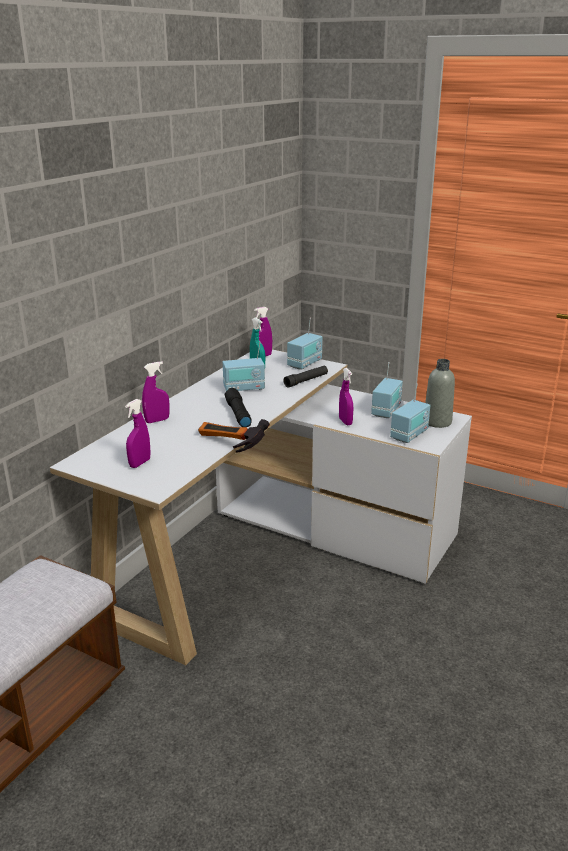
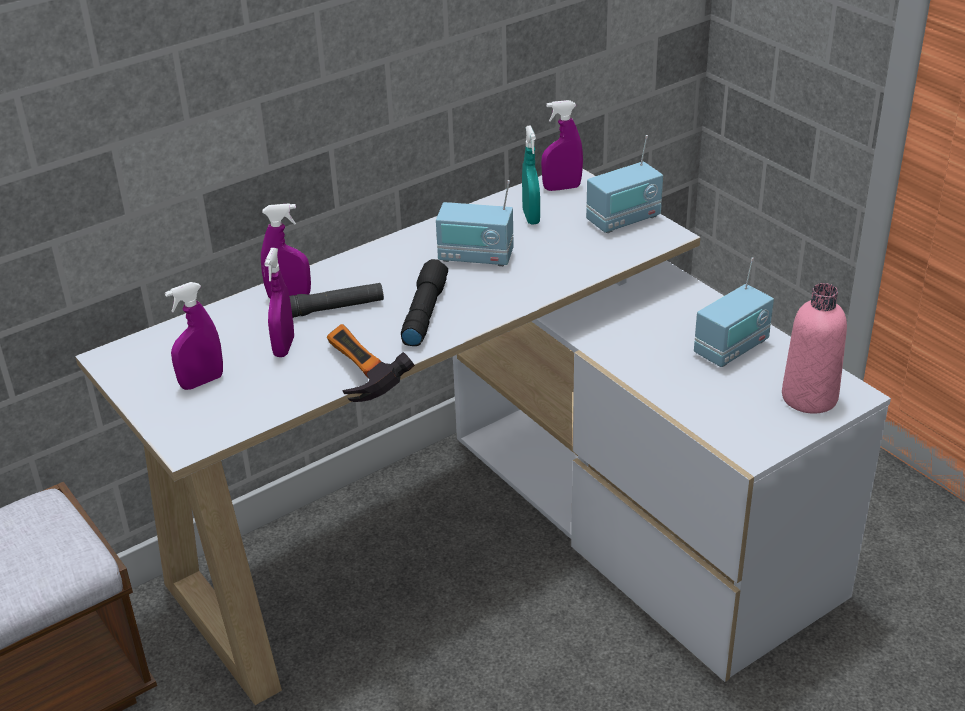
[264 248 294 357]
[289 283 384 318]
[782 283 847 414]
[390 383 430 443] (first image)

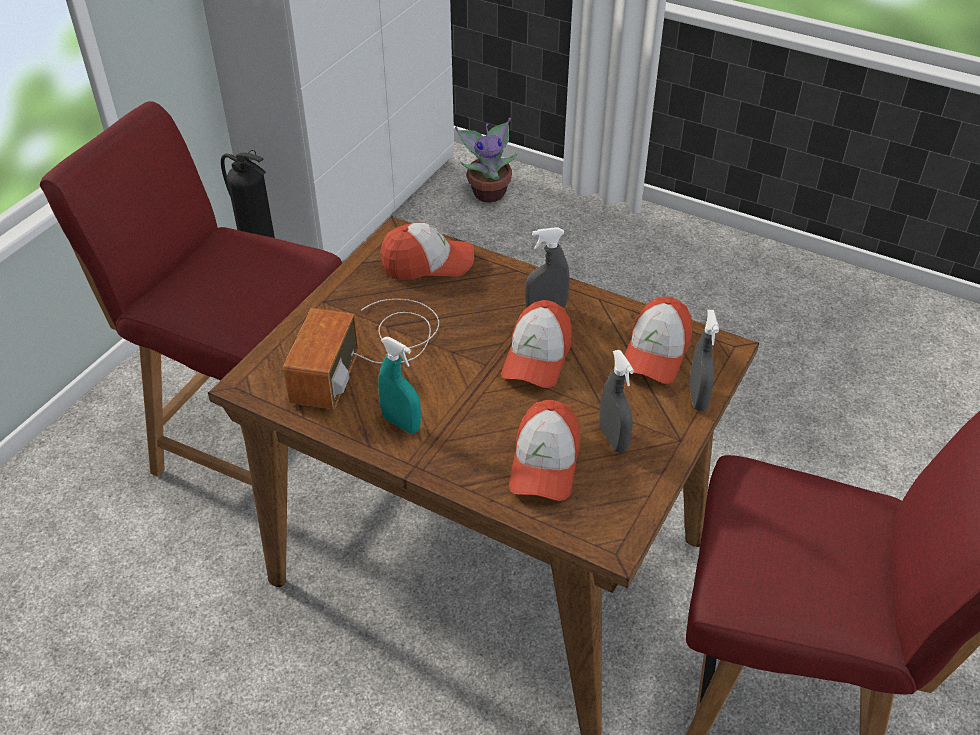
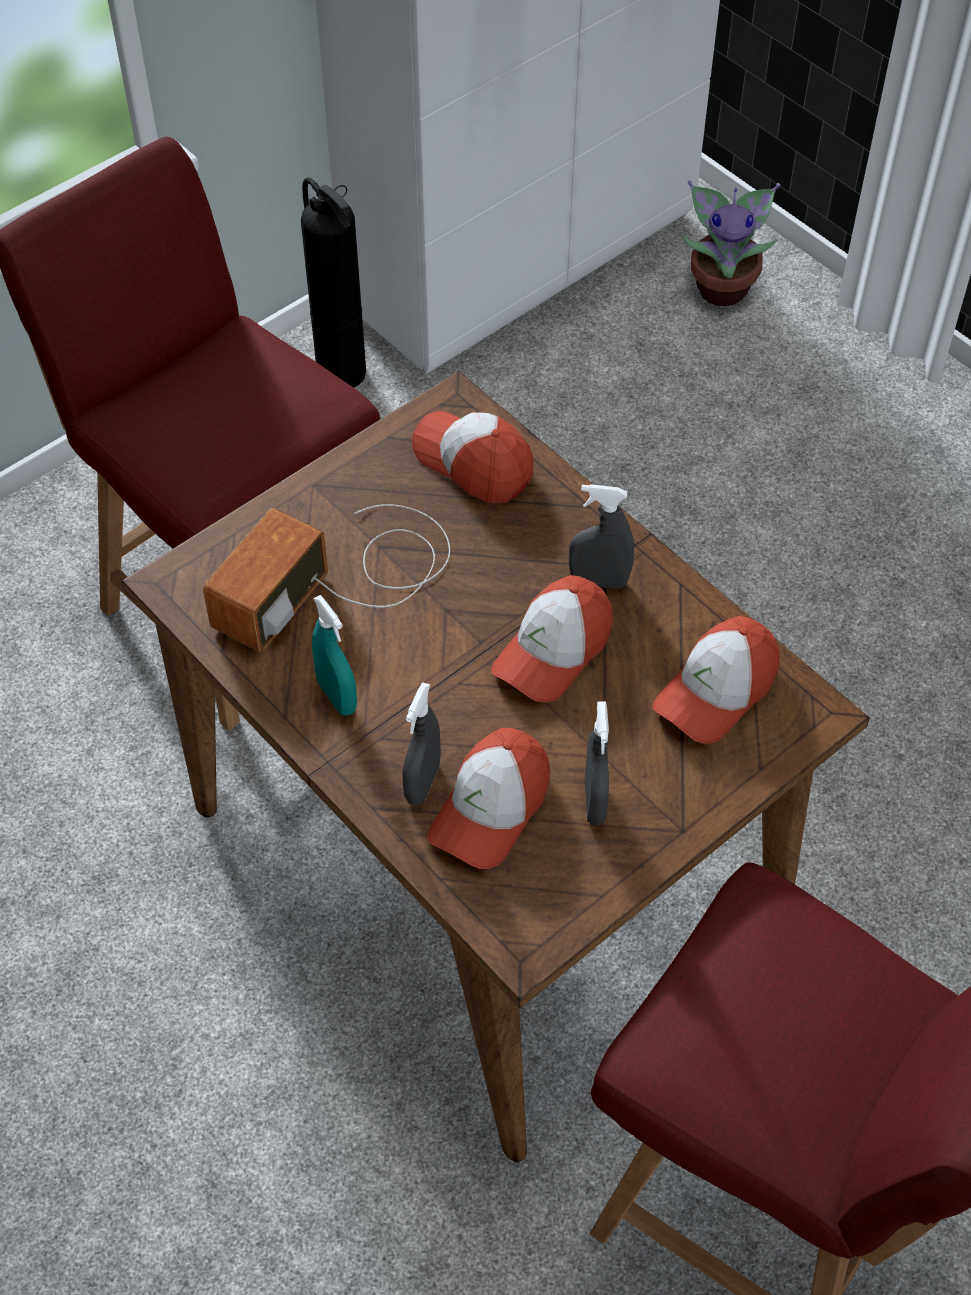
[403 682 441 806]
[412 411 534 503]

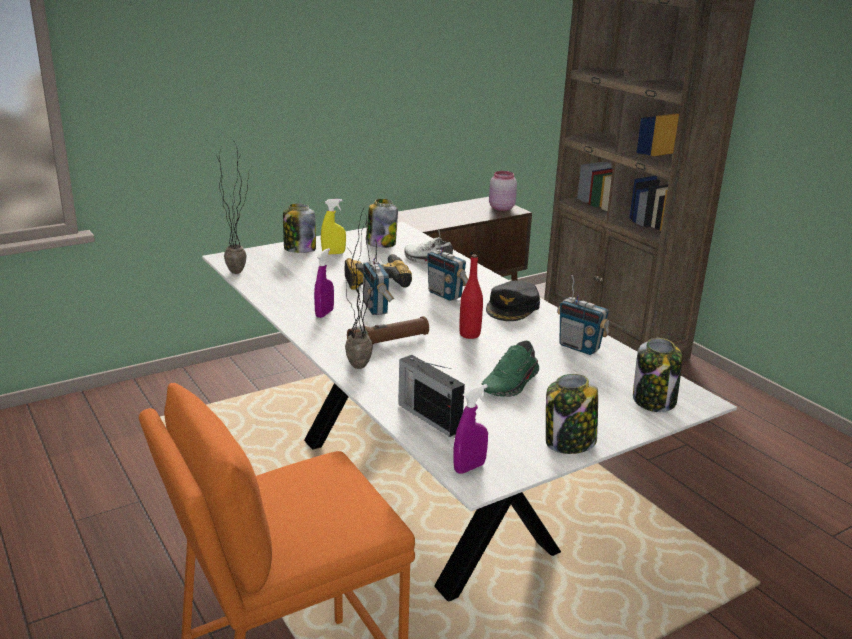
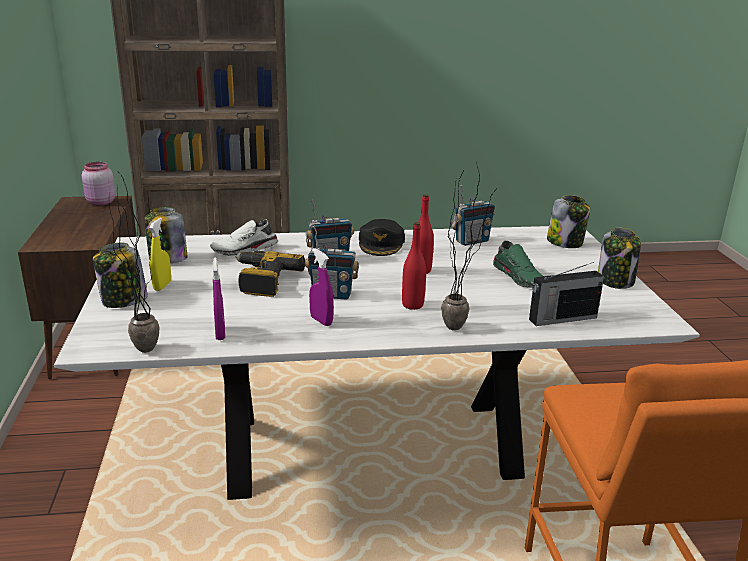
[213 258 225 340]
[359 219 405 256]
[402 222 426 310]

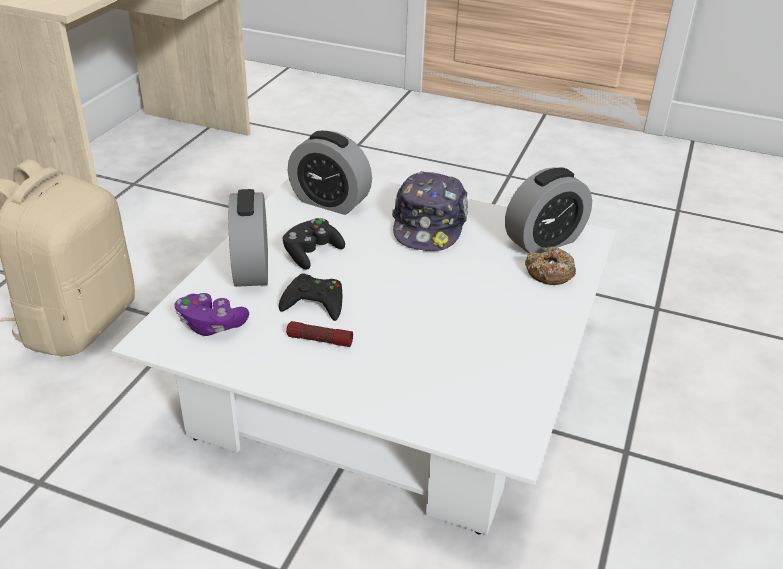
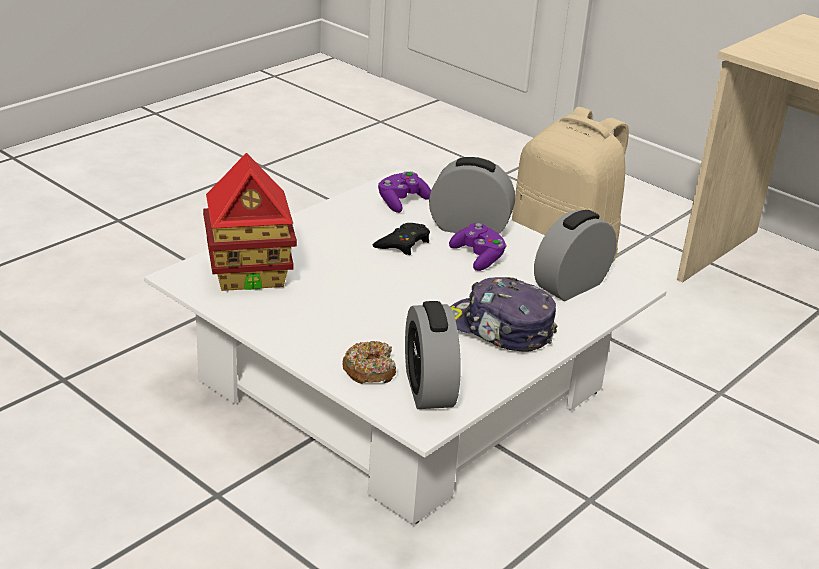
[203 153 297 291]
[449 223 507 271]
[286 321 353 347] (first image)

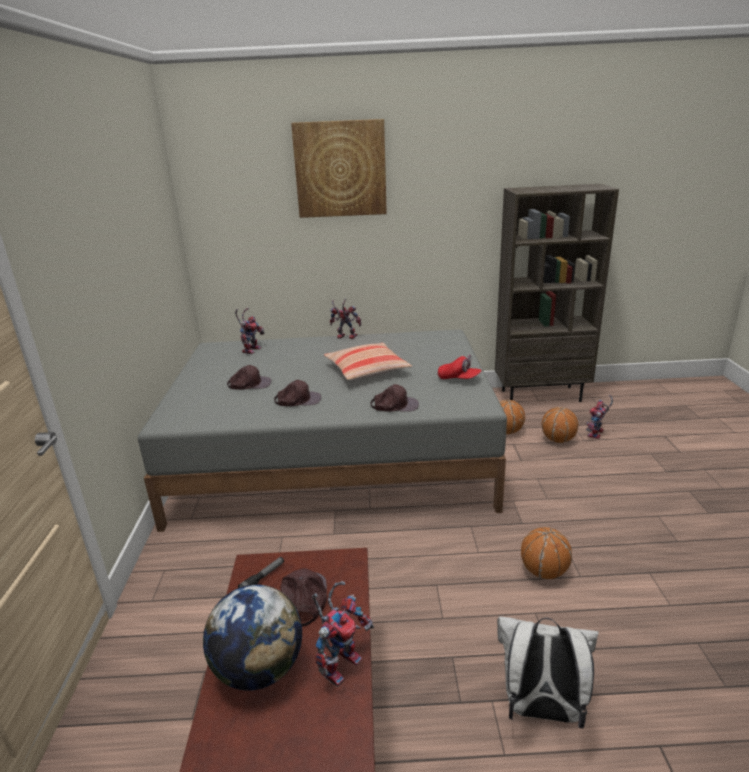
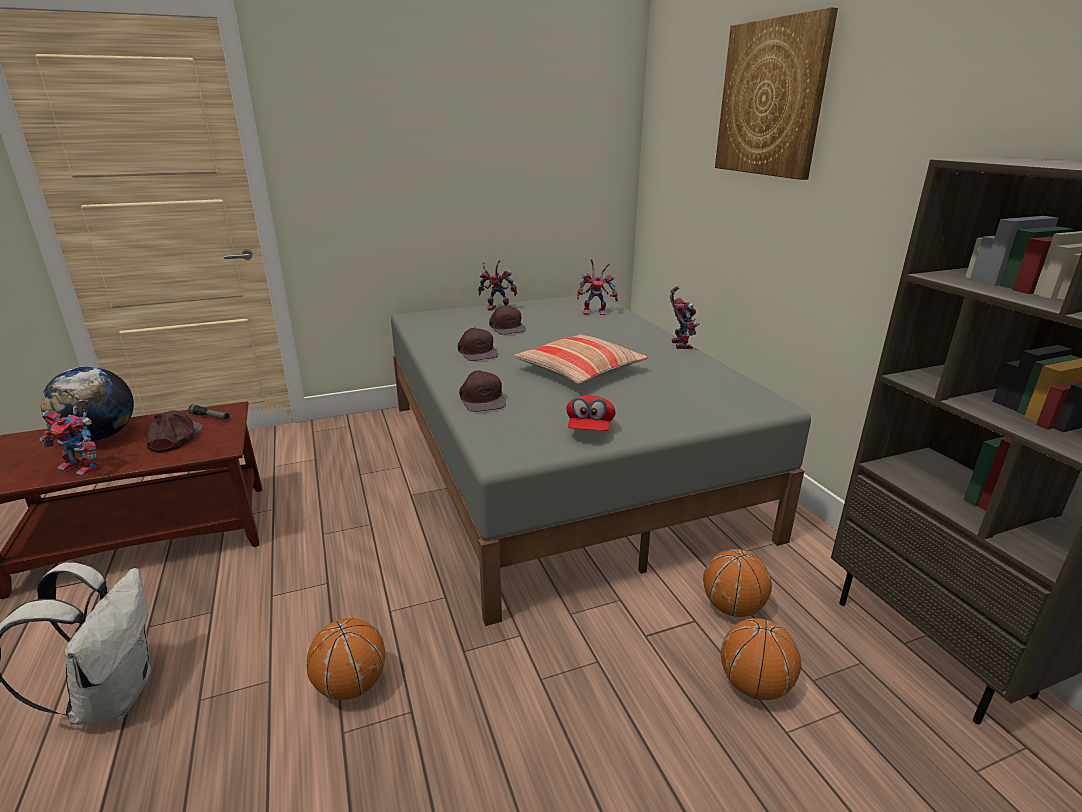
[146 410 203 453]
[478 260 517 311]

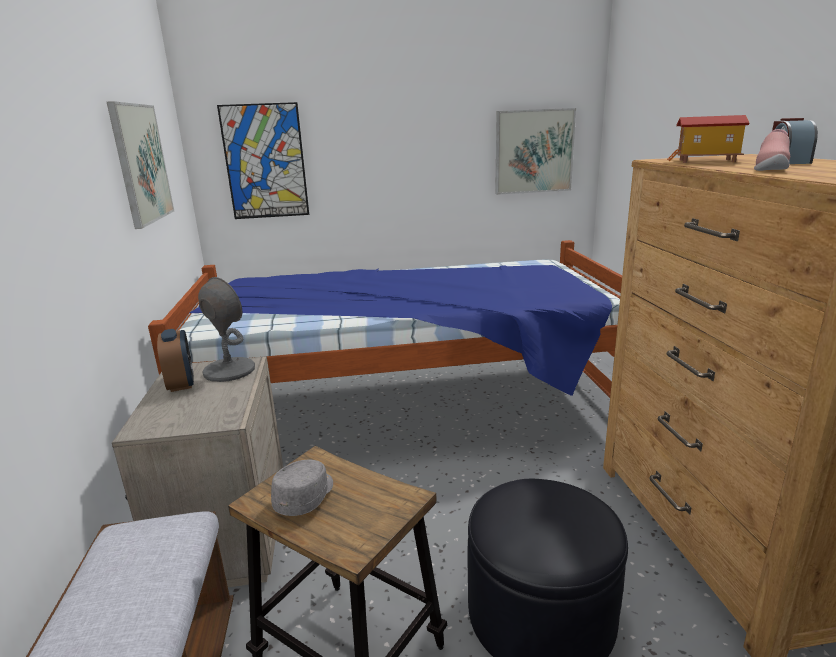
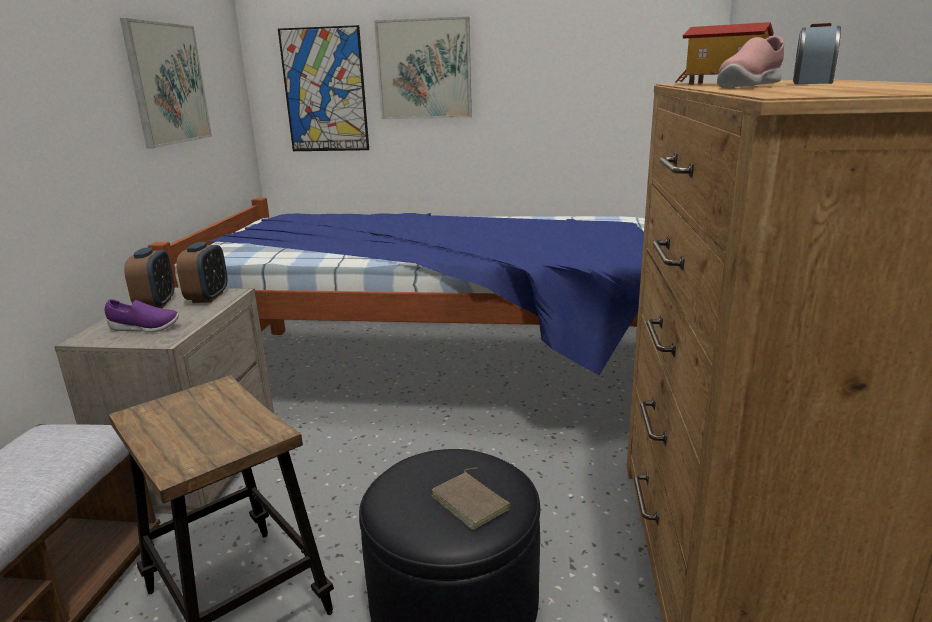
[105 299 179 332]
[176 242 227 303]
[374 17 472 119]
[431 468 510 530]
[271 460 333 516] (first image)

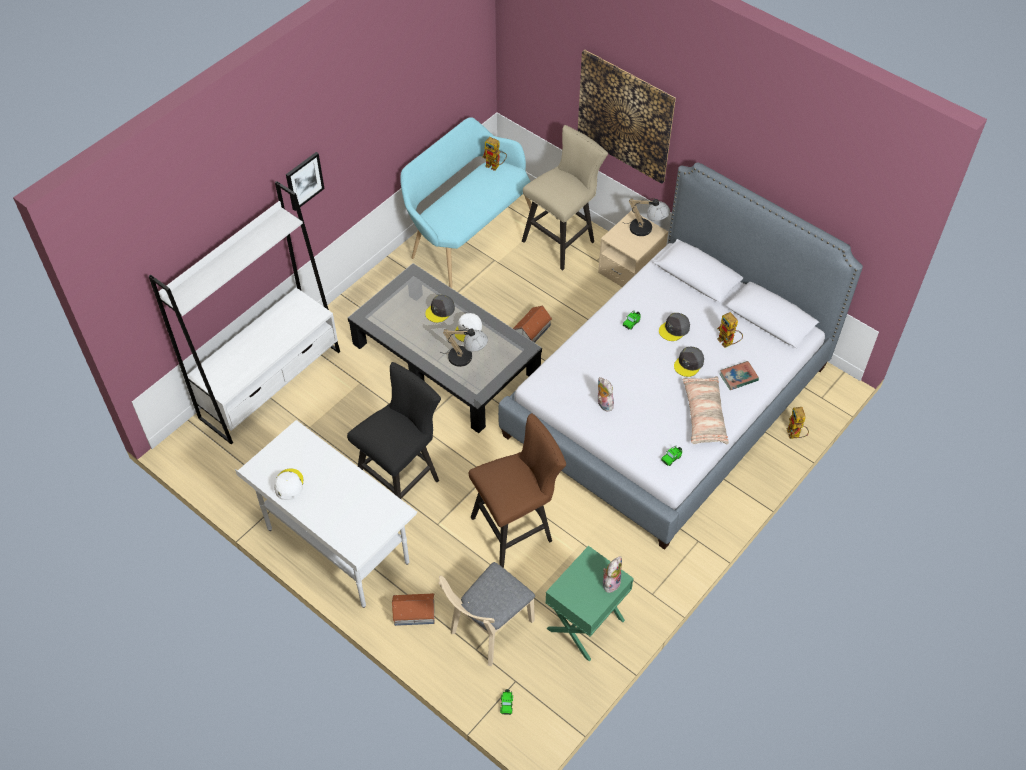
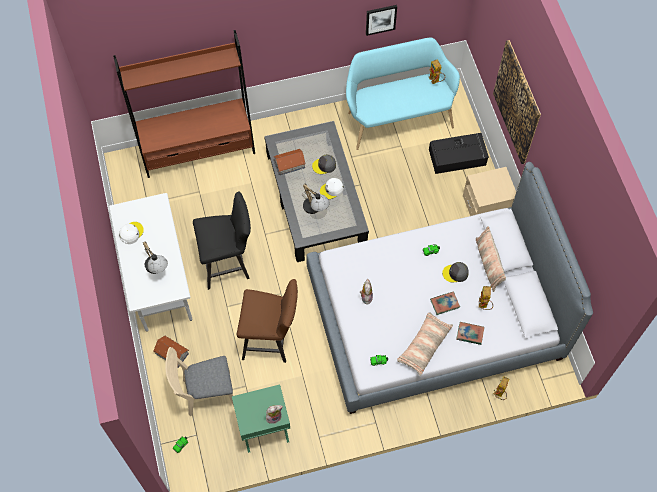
[113 30 255 178]
[143 241 168 274]
[273 149 306 175]
[366 5 397 36]
[429 133 489 174]
[430 291 460 315]
[476 226 506 292]

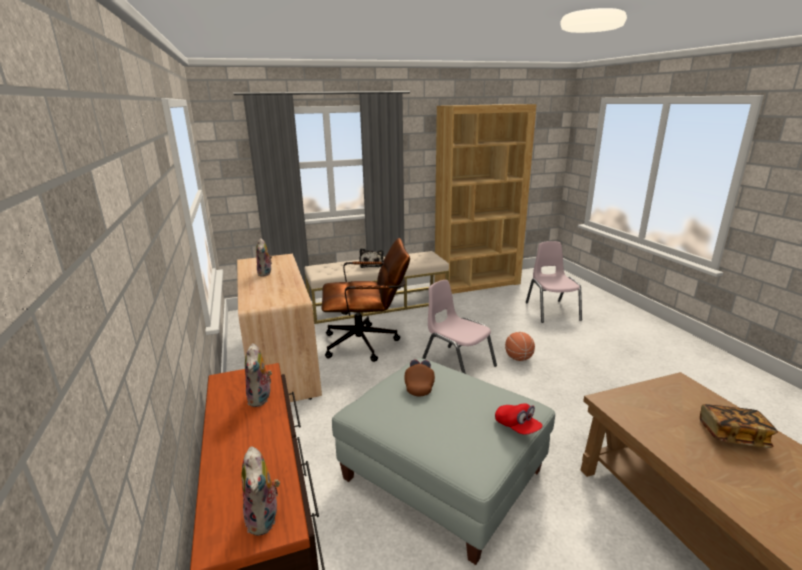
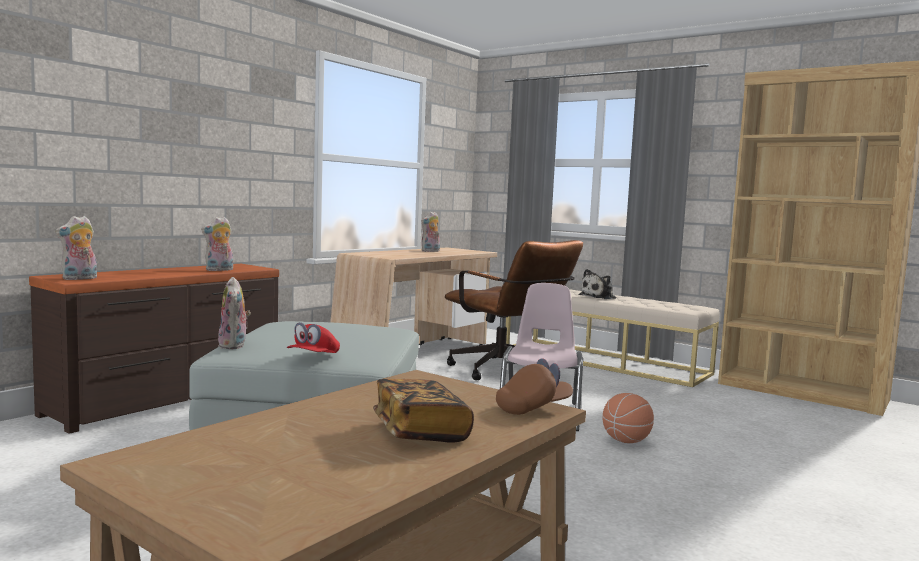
[218 277 251 349]
[496 358 573 415]
[526 241 582 323] (first image)

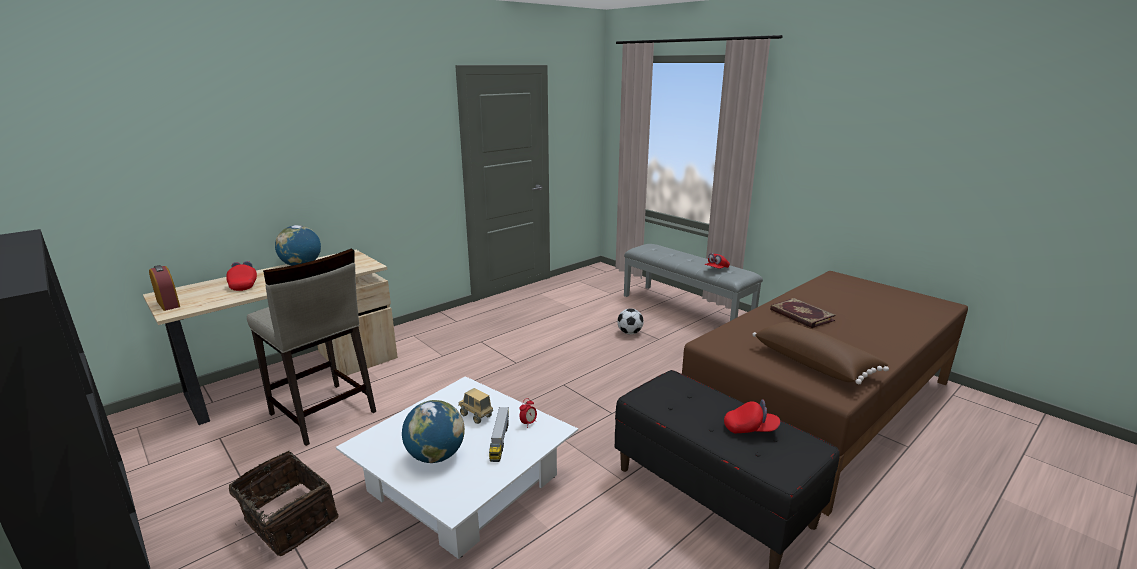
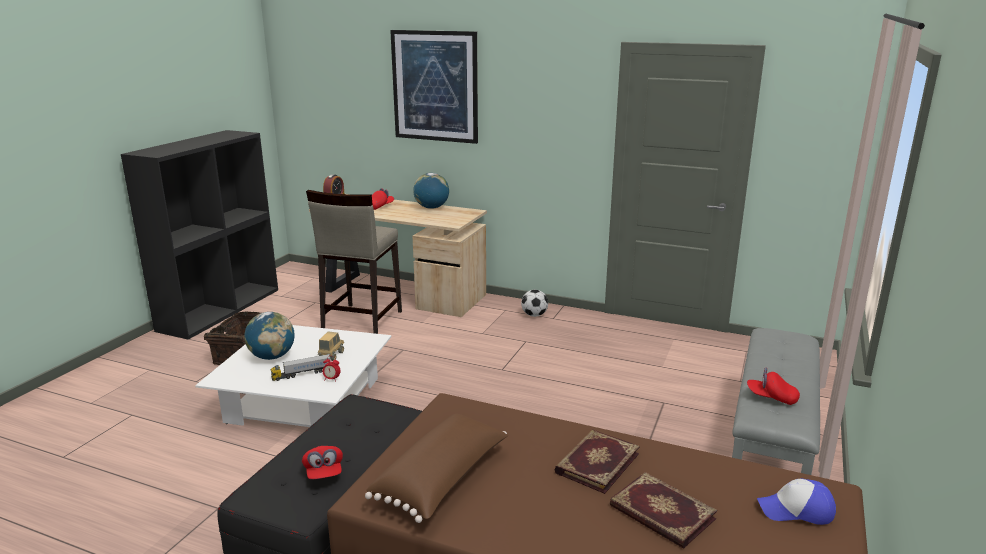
[390 30 478 144]
[521 290 548 317]
[610 472 717 549]
[757 479 836 525]

